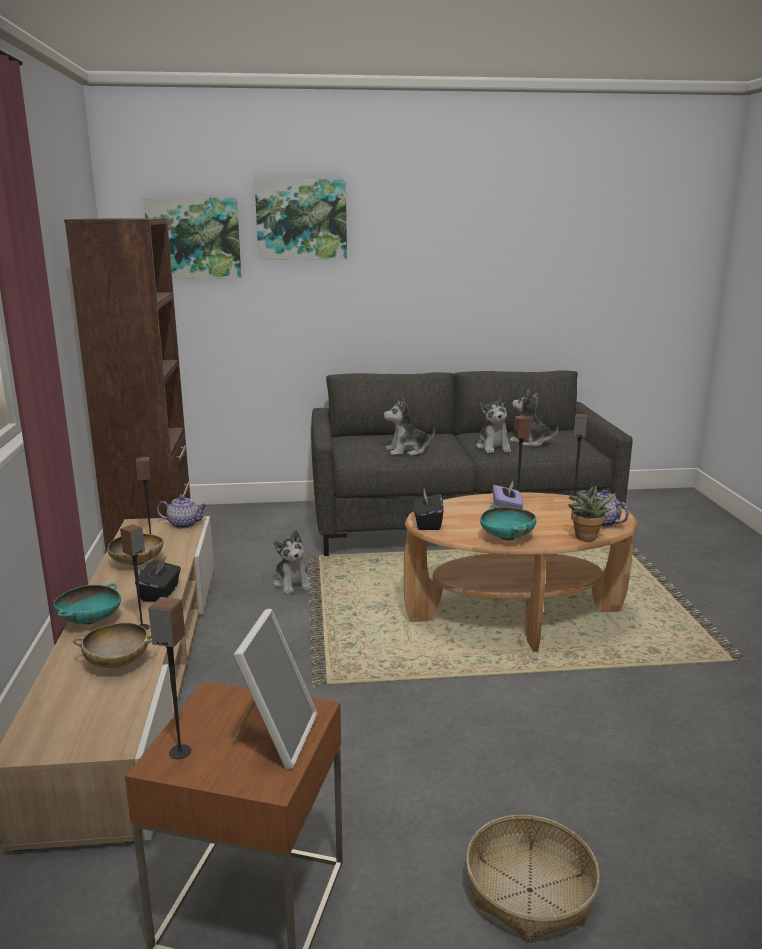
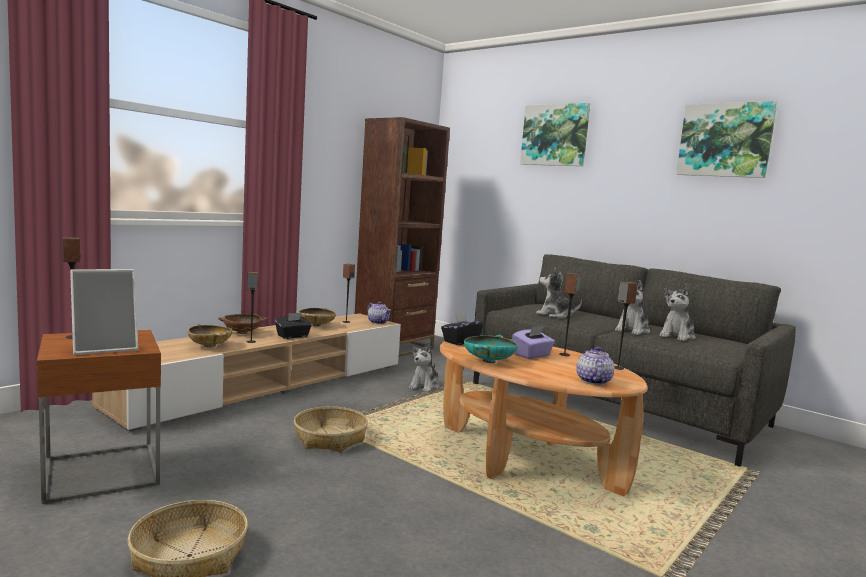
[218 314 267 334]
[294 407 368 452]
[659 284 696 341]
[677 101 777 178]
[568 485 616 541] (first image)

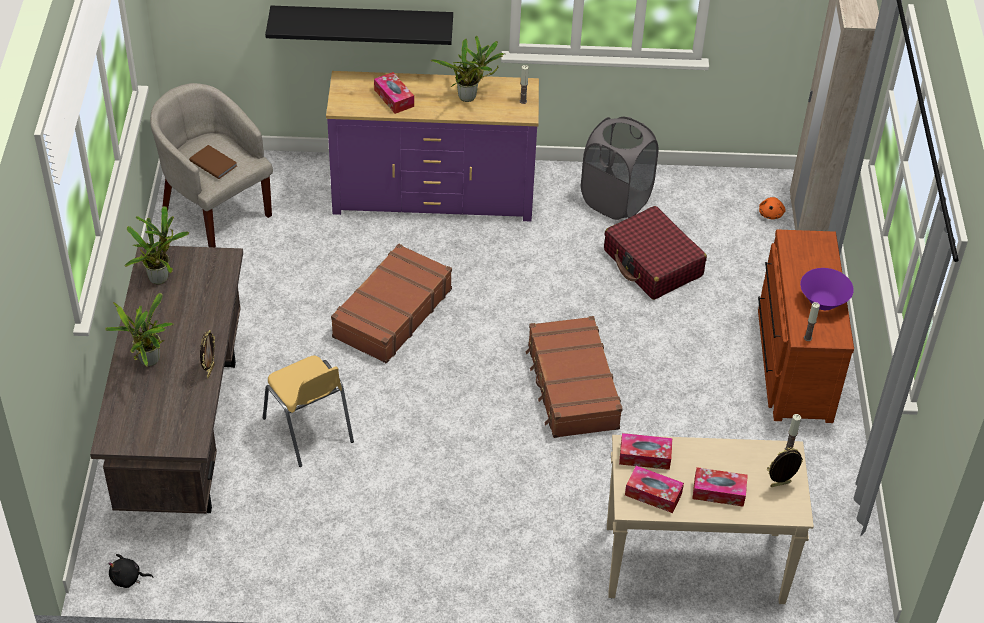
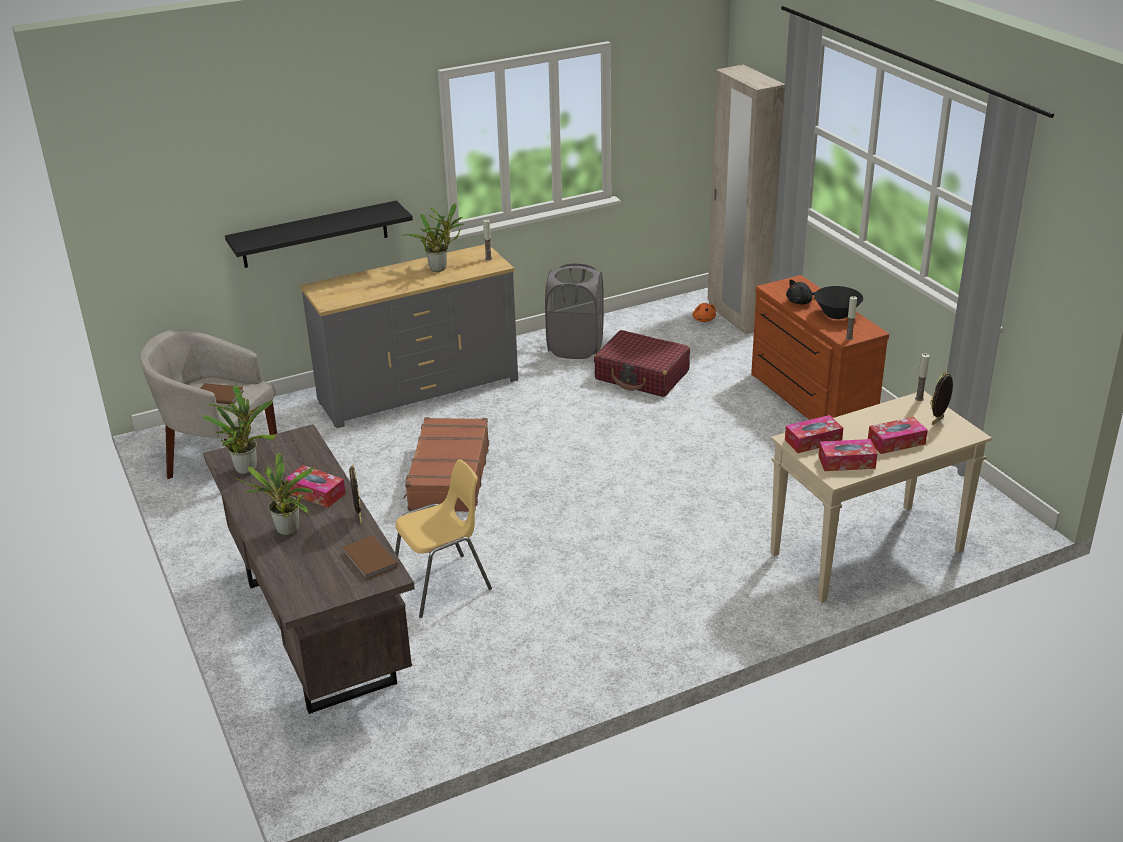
[285 465 346 508]
[300 244 518 428]
[342 535 399 580]
[395 459 492 618]
[786 280 815 304]
[814 286 863 319]
[525 316 623 438] (first image)

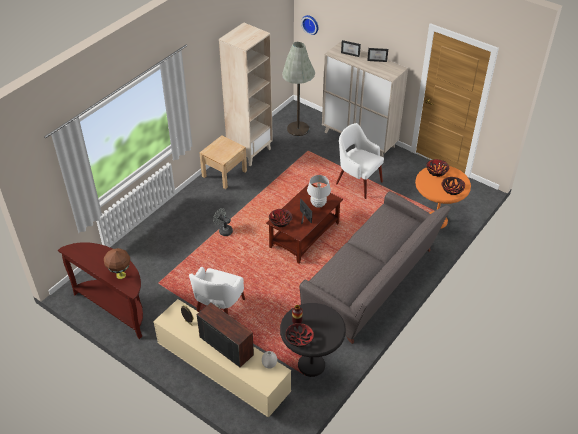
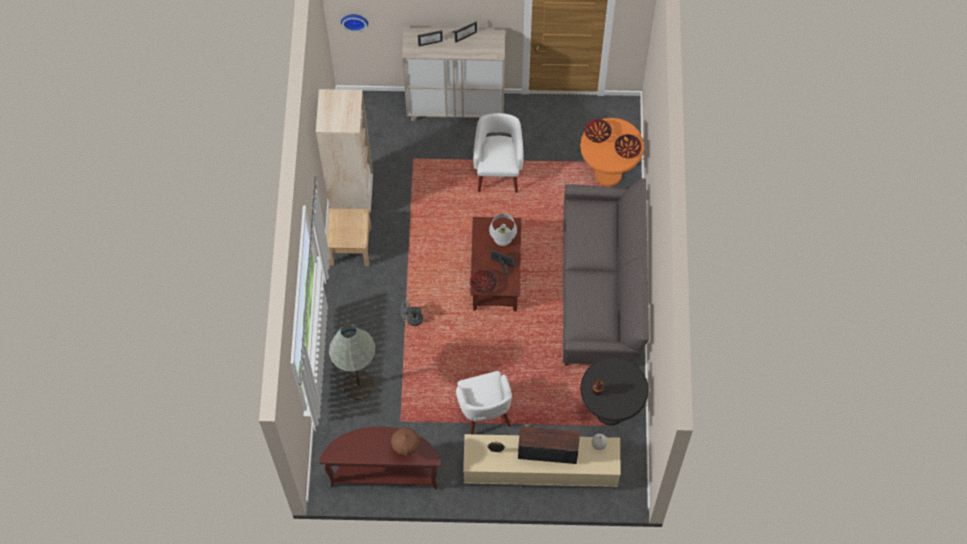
[329 324 375 400]
[473 113 523 193]
[285 323 314 347] (first image)

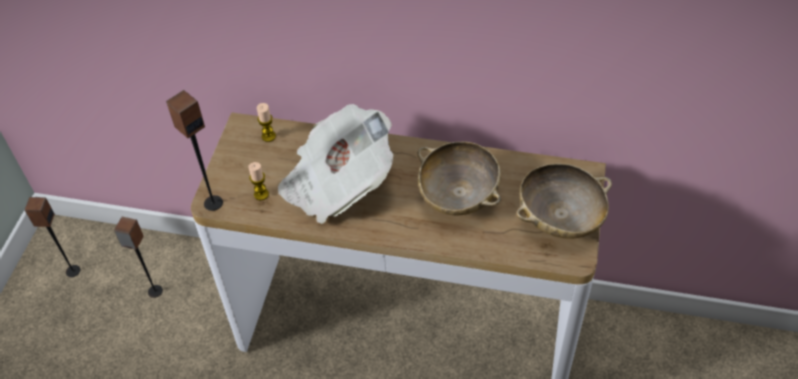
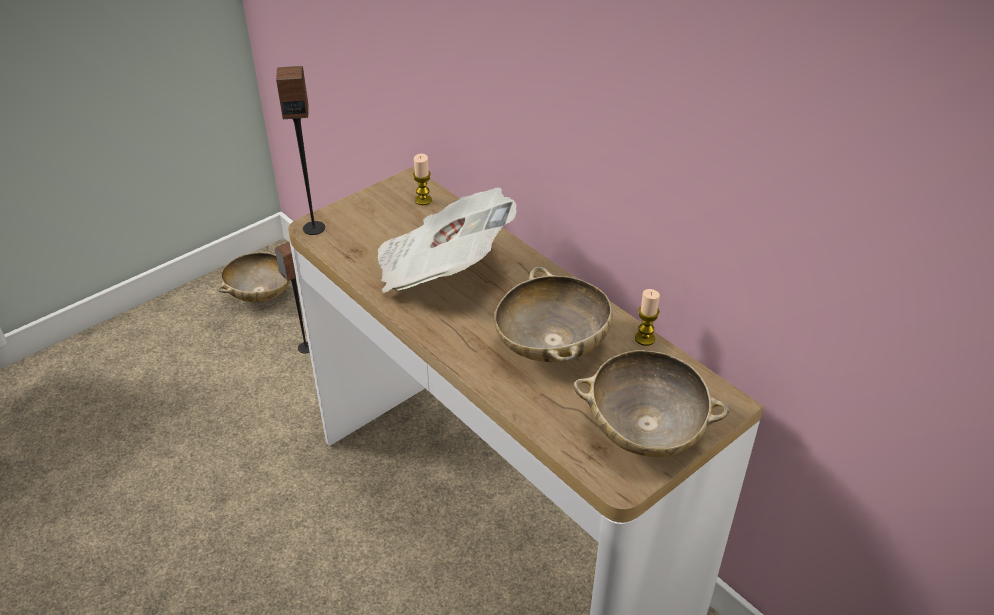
[217 253 290 302]
[635 289 660 346]

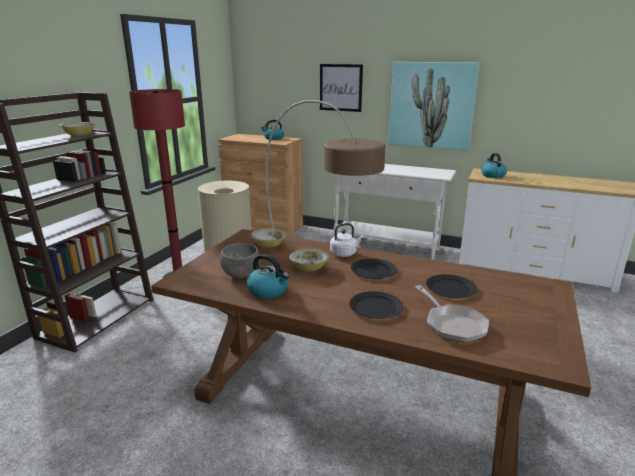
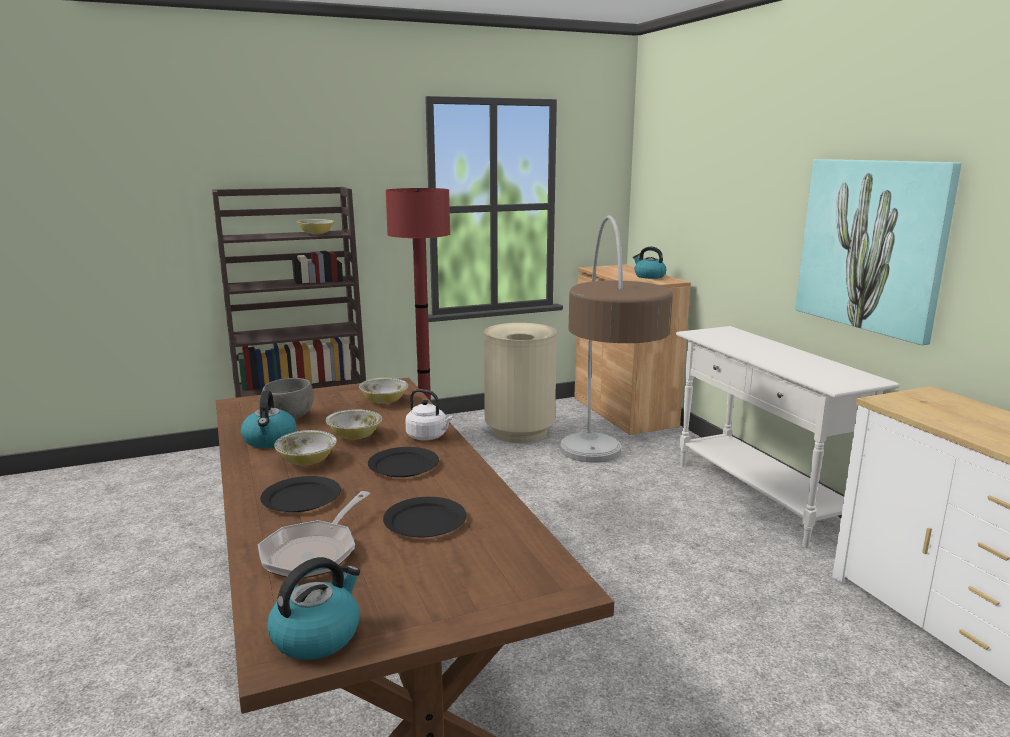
[267 557 360 660]
[274 430 337 465]
[320 64 363 112] (first image)

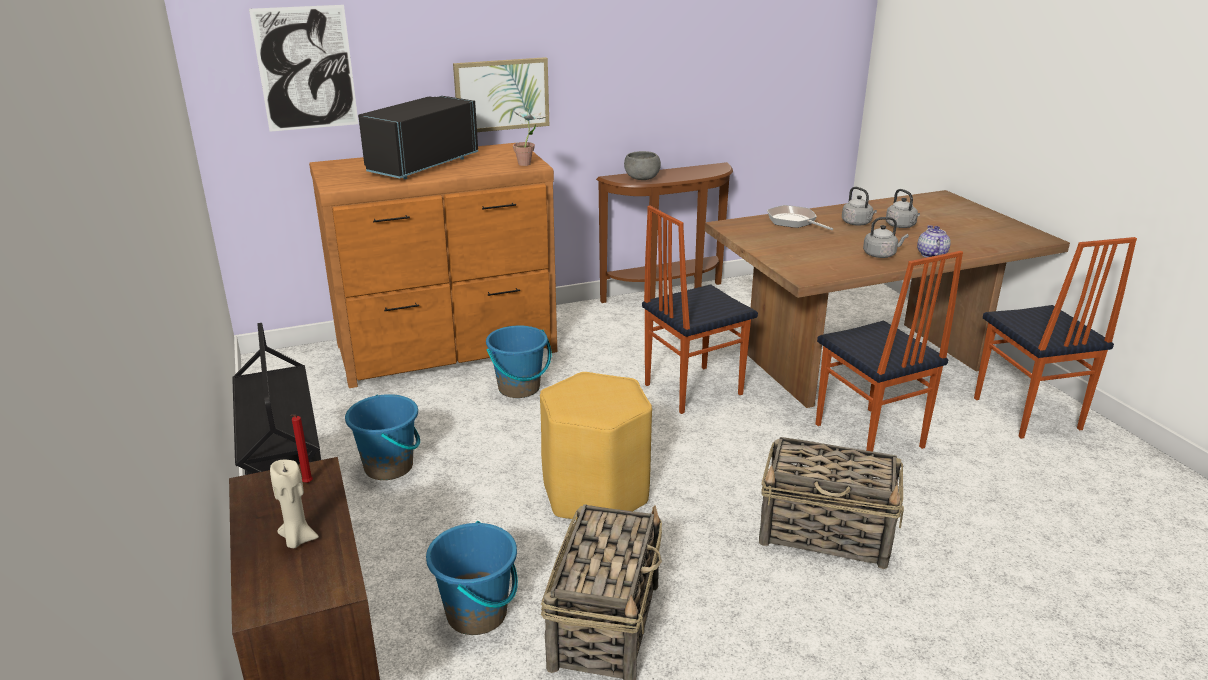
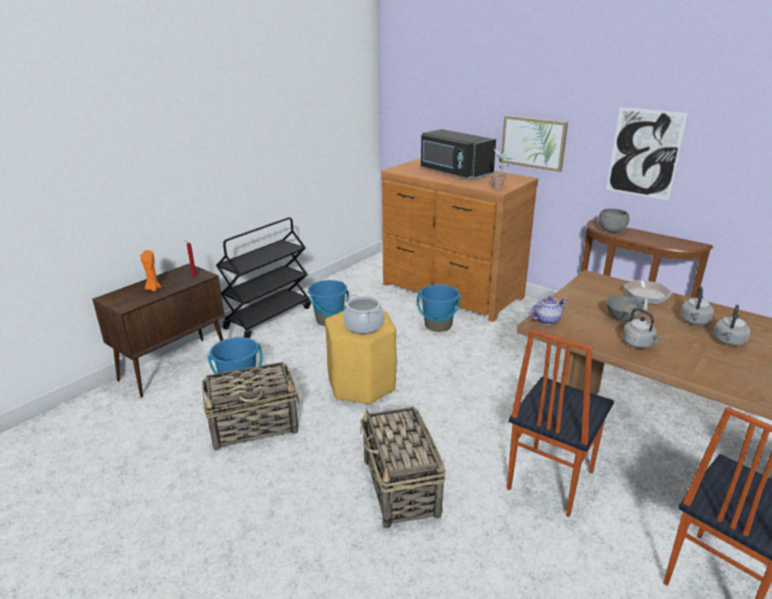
[140 250 161 291]
[343 294 384 334]
[421 129 496 179]
[529 296 567 325]
[606 107 688 200]
[606 296 644 322]
[642 206 758 414] (first image)

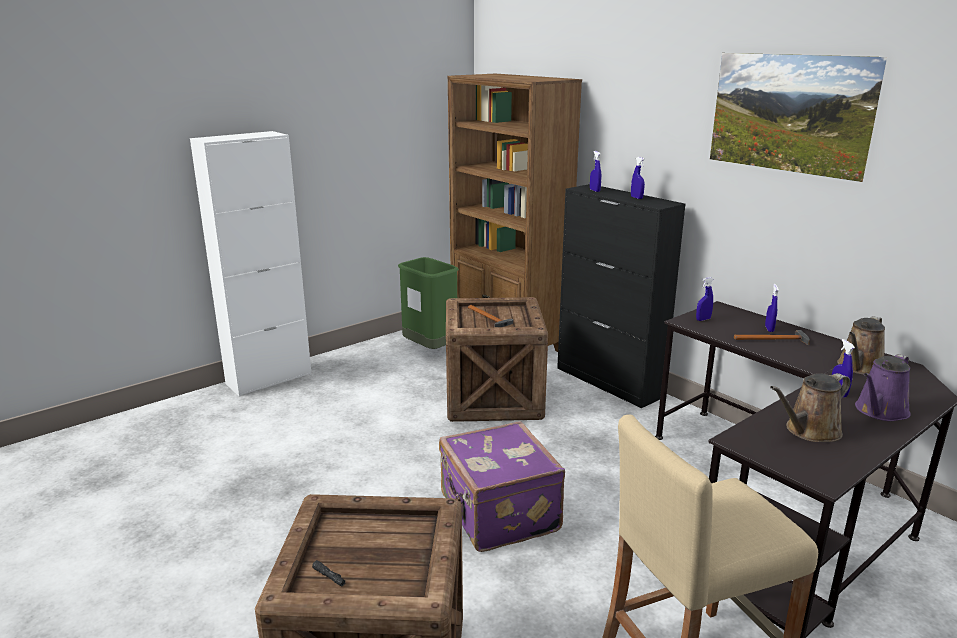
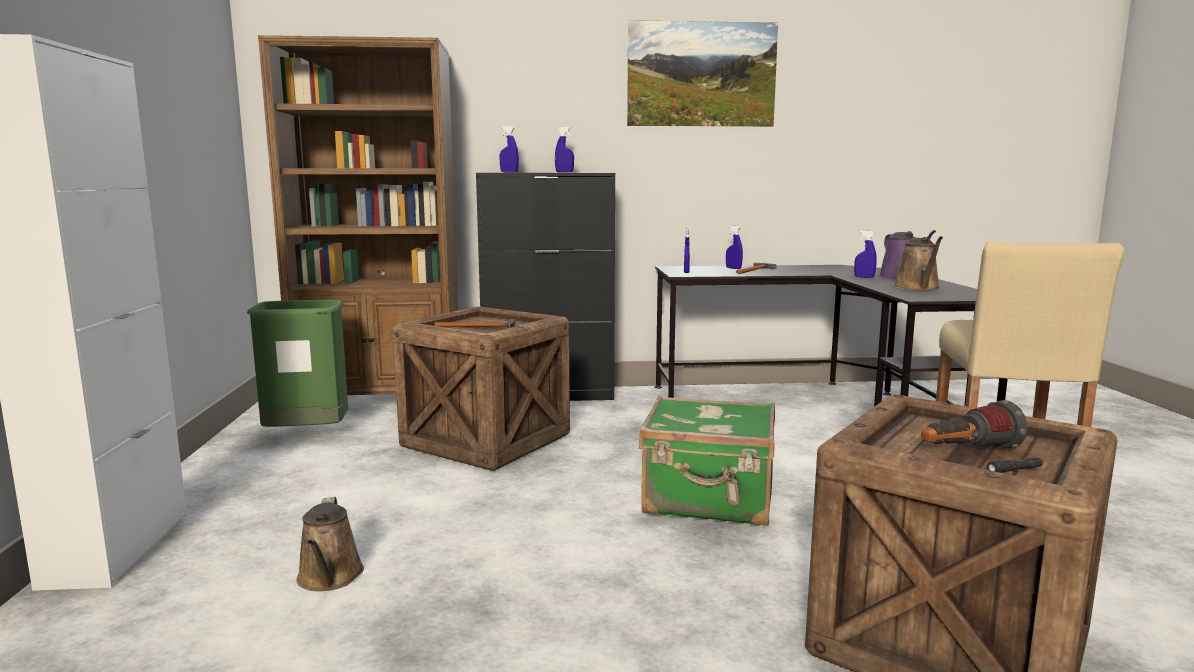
[297 497 364 591]
[639 396 775 526]
[921 400 1027 449]

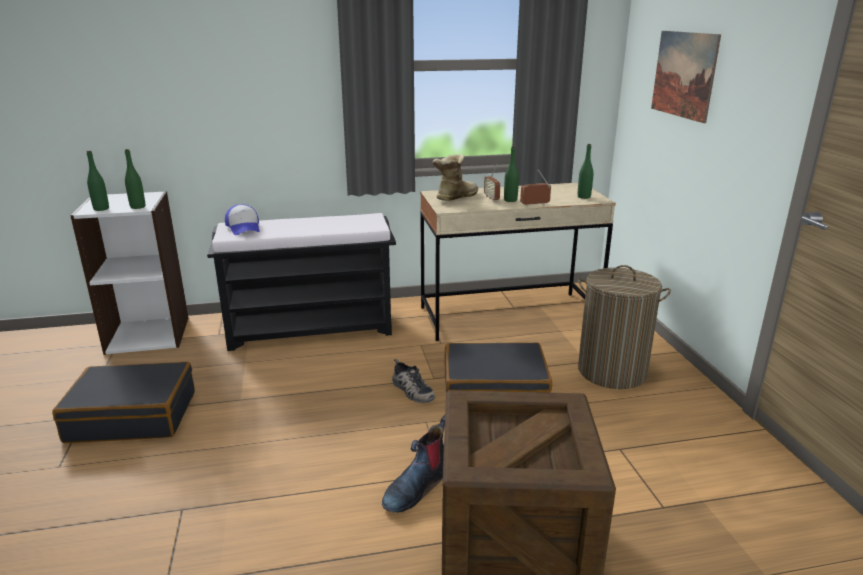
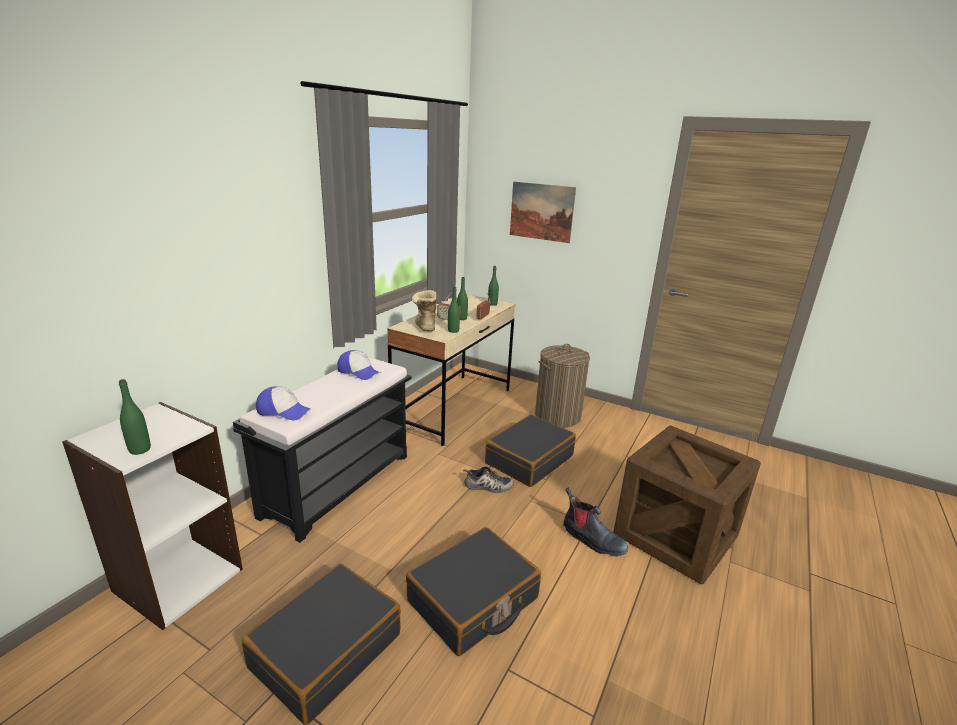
[337 350 379 380]
[406 527 541 656]
[448 287 460 333]
[564 487 628 557]

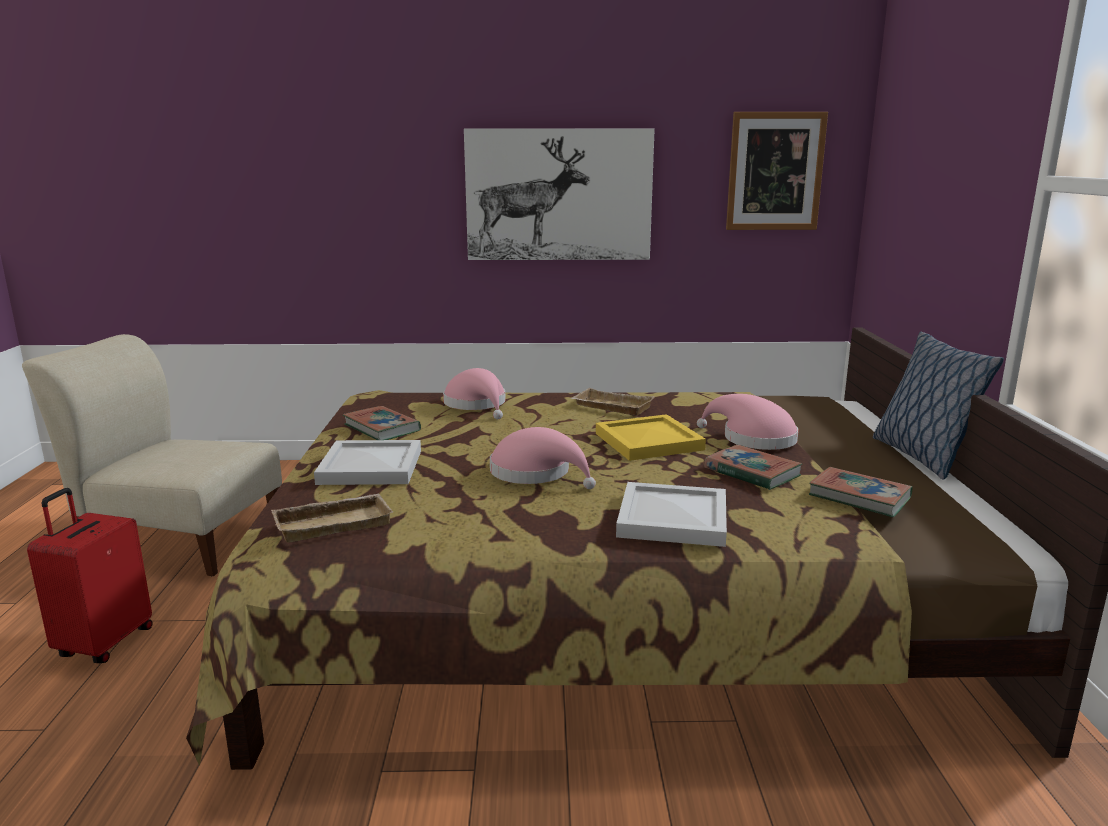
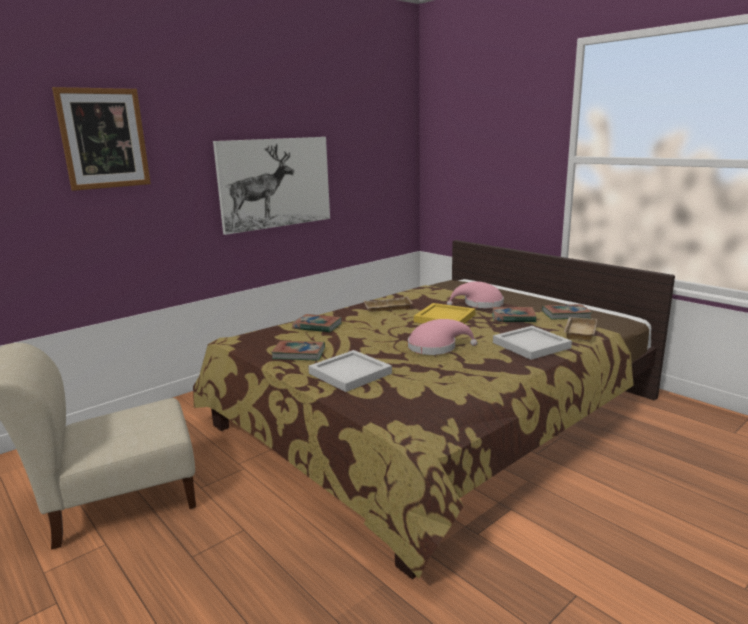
[52 87 151 191]
[292 314 342 333]
[564 317 597 341]
[27 488 153 663] (first image)
[873 332 1004 479] (first image)

